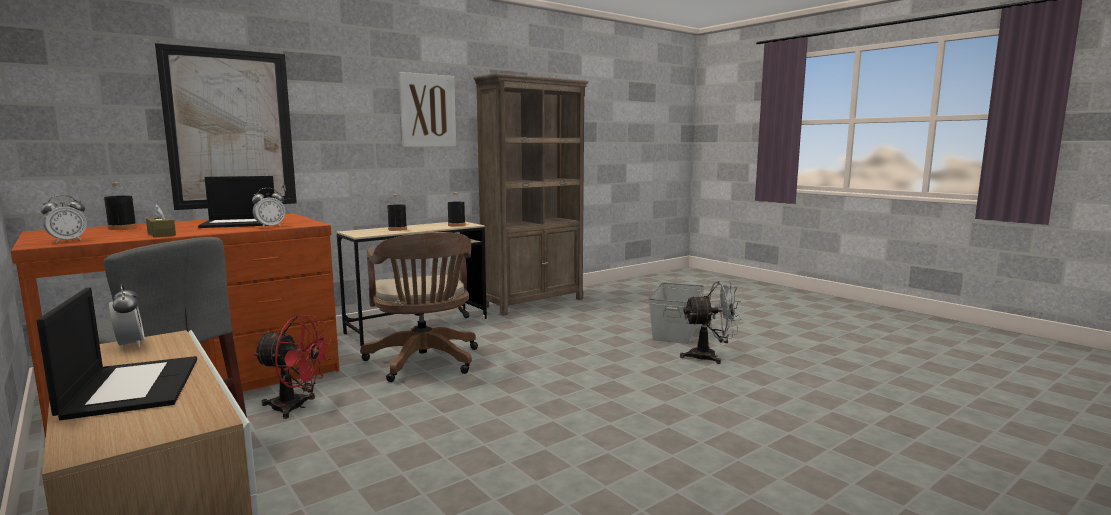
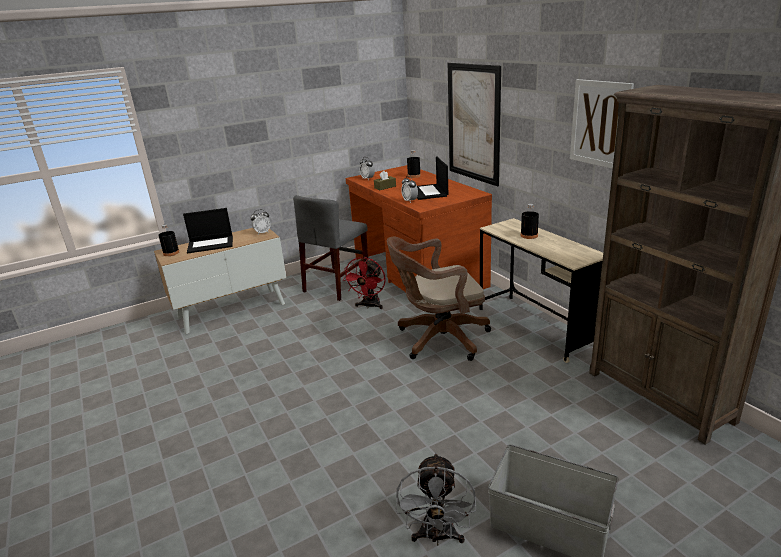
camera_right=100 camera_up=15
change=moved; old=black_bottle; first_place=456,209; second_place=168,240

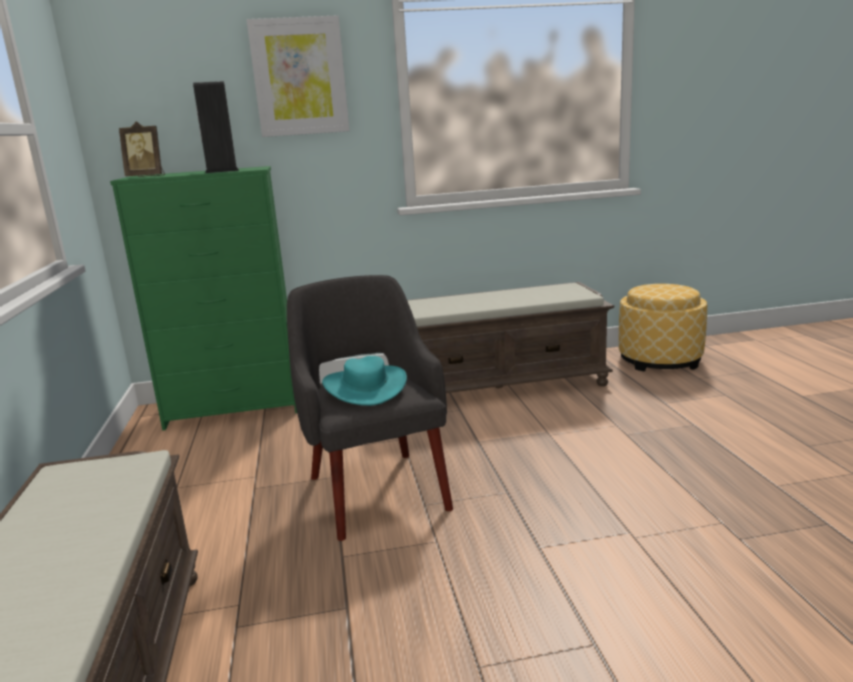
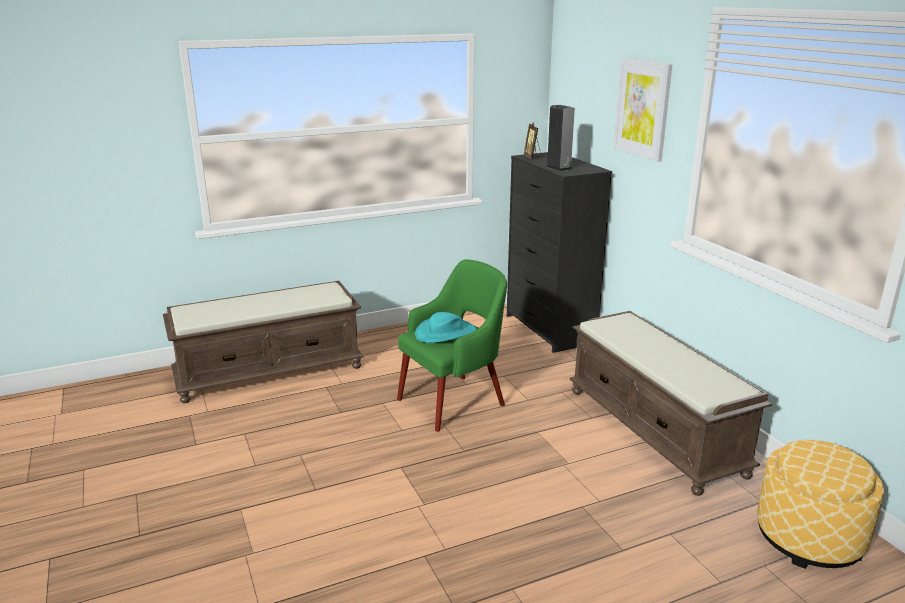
camera_right=75 camera_up=5
change=recoloured; old=grey_armchair; new=green_armchair; first_place=370,408; second_place=452,345
change=recoloured; old=green_dresser; new=black_dresser; first_place=203,298; second_place=559,252

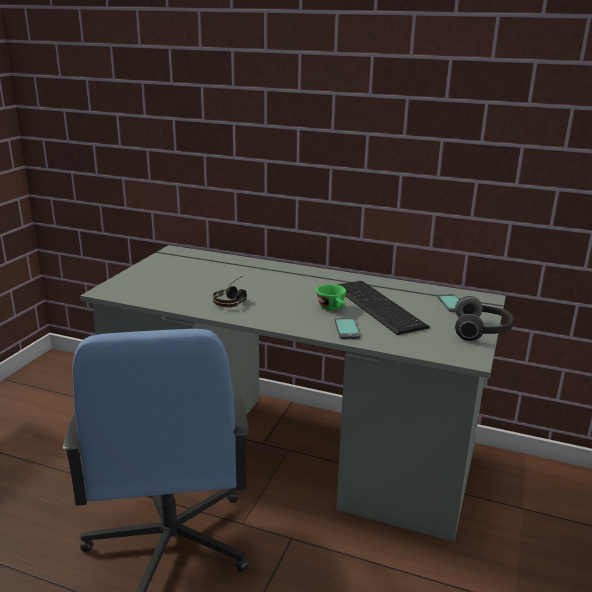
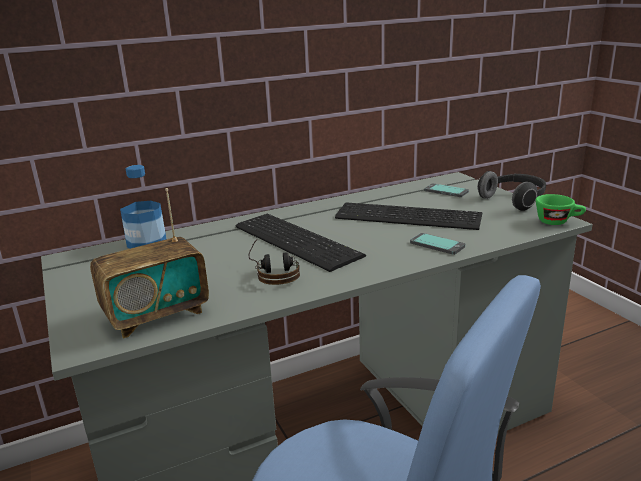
camera_right=-45 camera_up=0
change=added; new=radio; second_place=149,263
change=added; new=bottle; second_place=143,207
change=added; new=keyboard; second_place=301,243
change=moved; old=green_cup; first_place=331,297; second_place=561,209

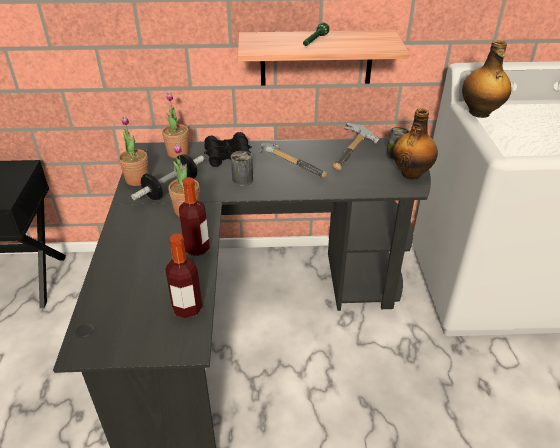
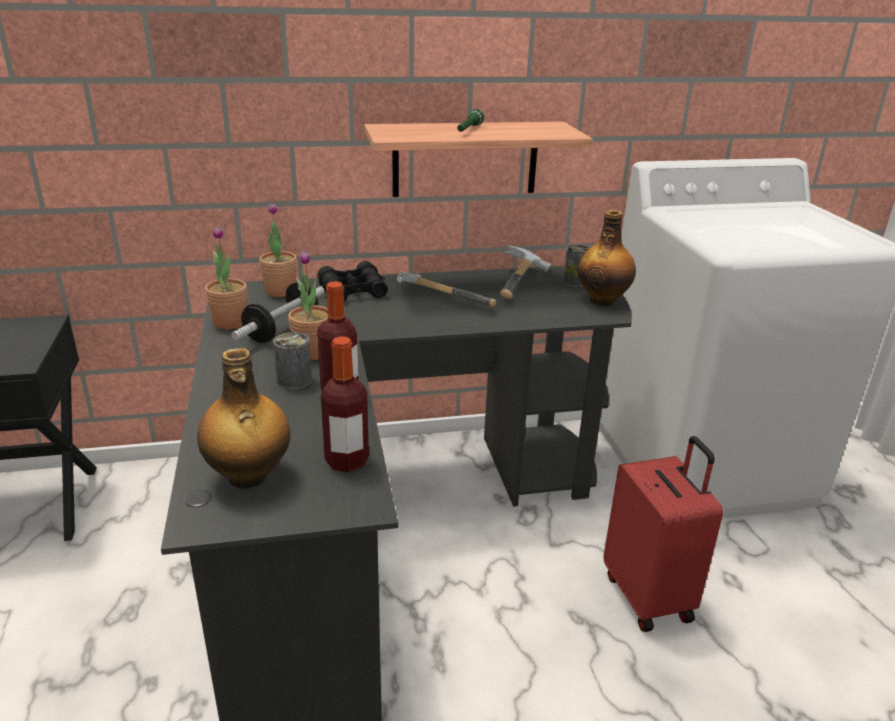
camera_right=-10 camera_up=-10
change=moved; old=bottle; first_place=486,79; second_place=243,418
change=moved; old=can; first_place=242,168; second_place=292,361
change=added; new=red_suitcase; second_place=663,534

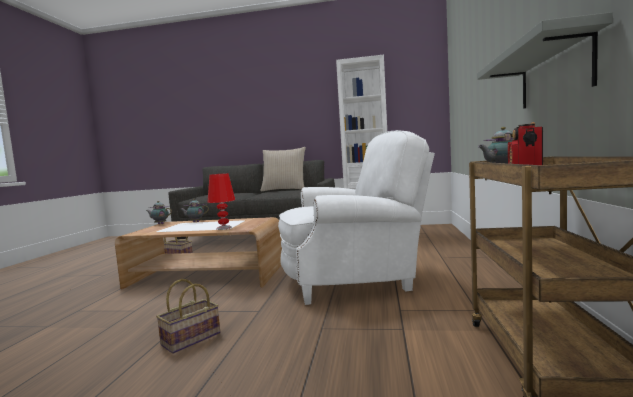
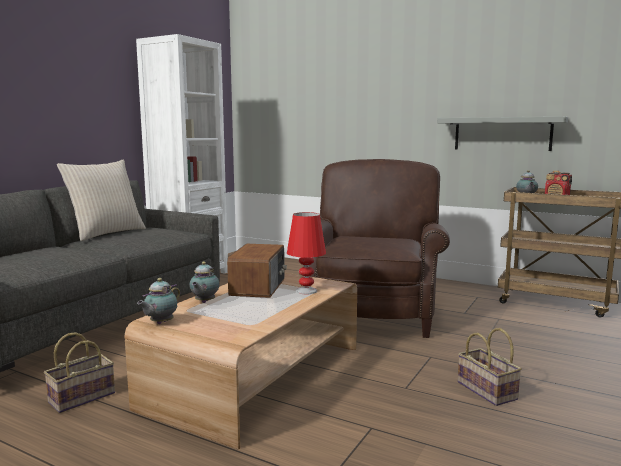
camera_right=-70 camera_up=5
change=added; new=radio; second_place=257,271
change=recoloured; old=white_armchair; new=brown_armchair; first_place=356,217; second_place=379,248

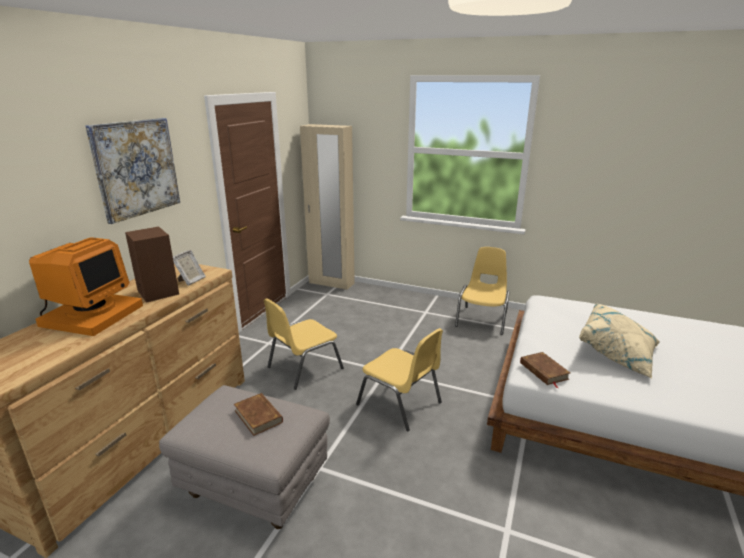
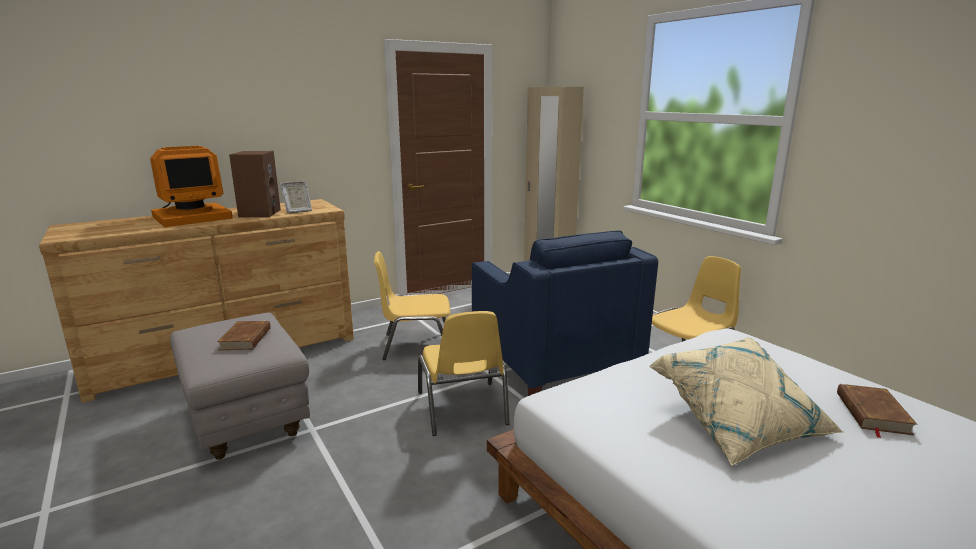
camera_right=35 camera_up=-5
change=added; new=blue_armchair; second_place=565,313
change=moved; old=brown_book; first_place=545,370; second_place=877,411
change=removed; old=picture; first_place=132,171

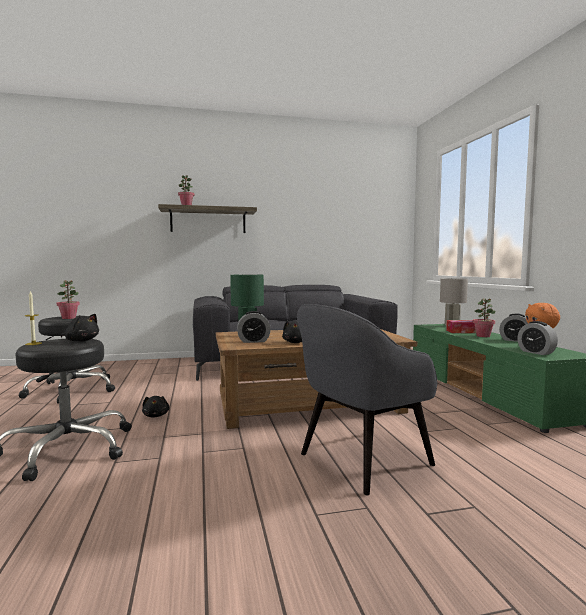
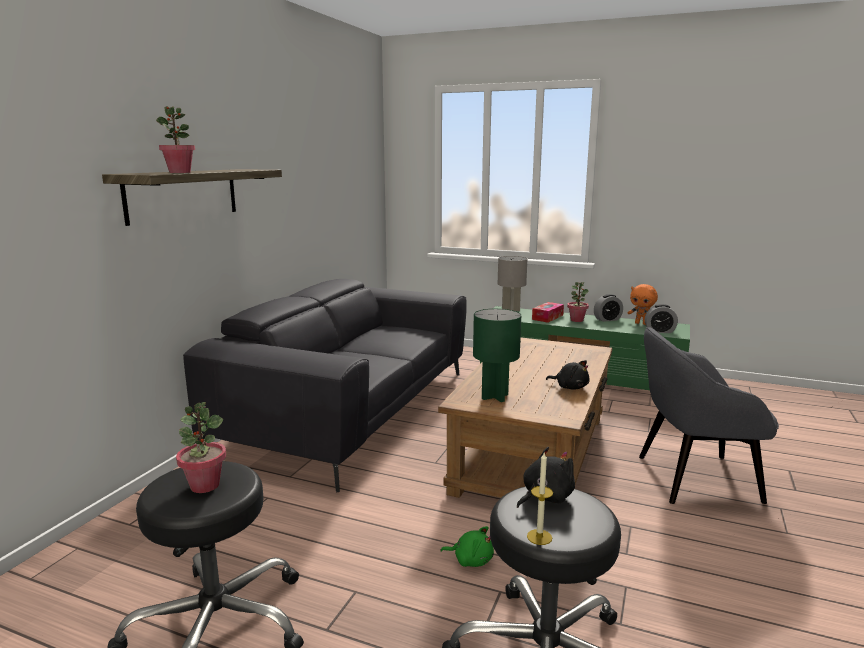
camera_right=-55 camera_up=10
change=recoloured; old=black_plush_toy; new=green_plush_toy; first_place=156,407; second_place=467,546
change=turned; old=grey_armchair; first_place=367,399; second_place=709,415; degrees=90
change=removed; old=alarm_clock; first_place=254,327

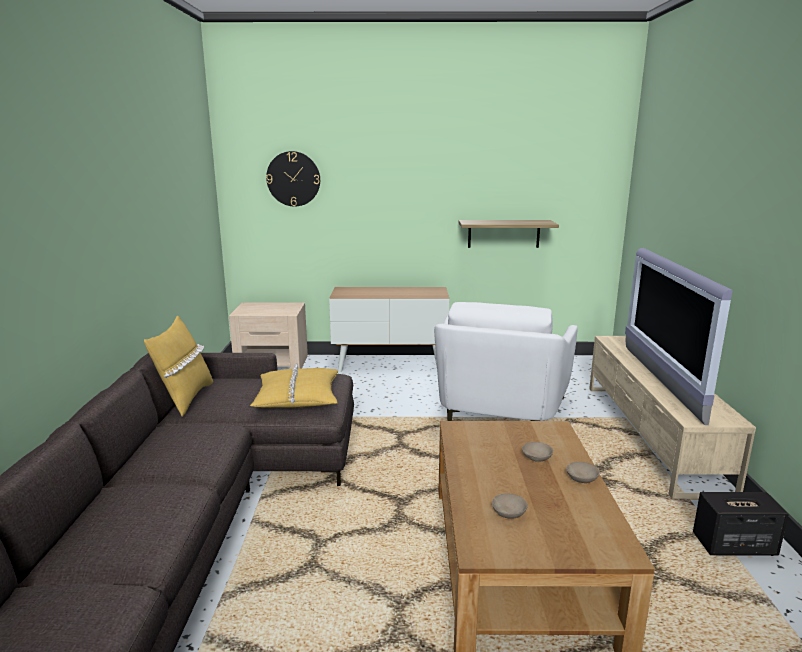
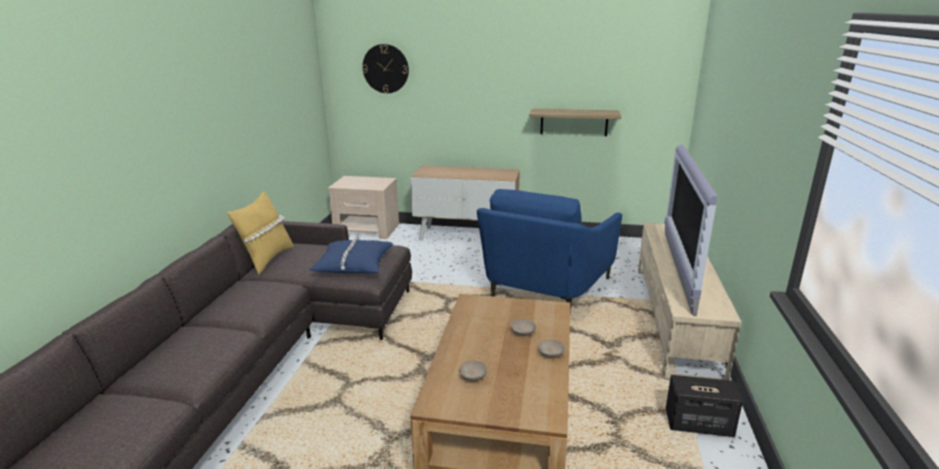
camera_right=10 camera_up=5
change=recoloured; old=yellow_pillow; new=blue_pillow; first_place=294,385; second_place=351,254
change=recoloured; old=white_armchair; new=blue_armchair; first_place=506,361; second_place=549,250

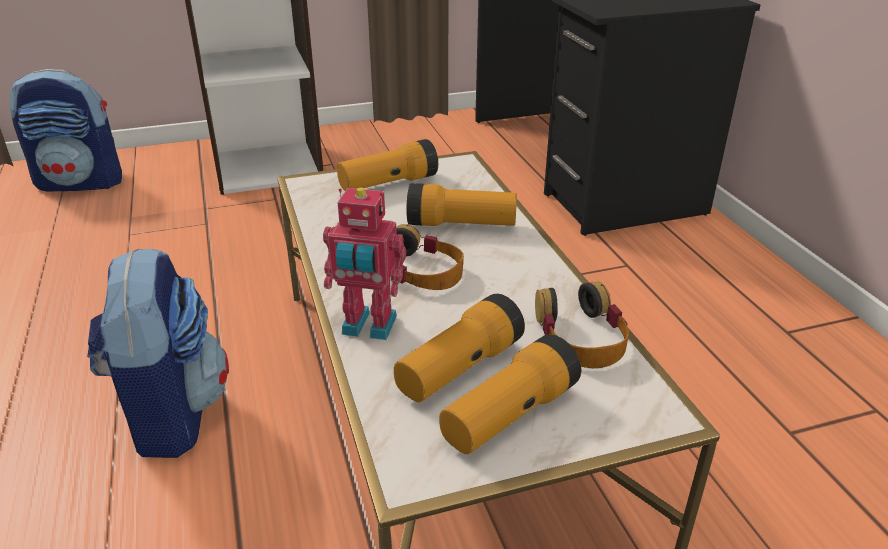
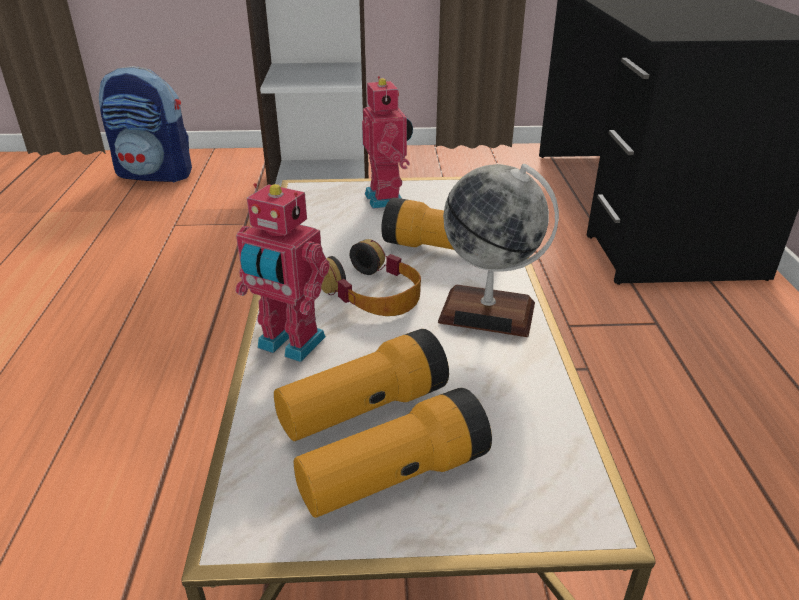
camera_right=15 camera_up=0
change=replaced; old=flashlight; new=toy_robot; first_place=387,165; second_place=387,142
change=added; new=globe; second_place=498,250
change=removed; old=backpack; first_place=158,353
change=removed; old=headphones; first_place=582,324

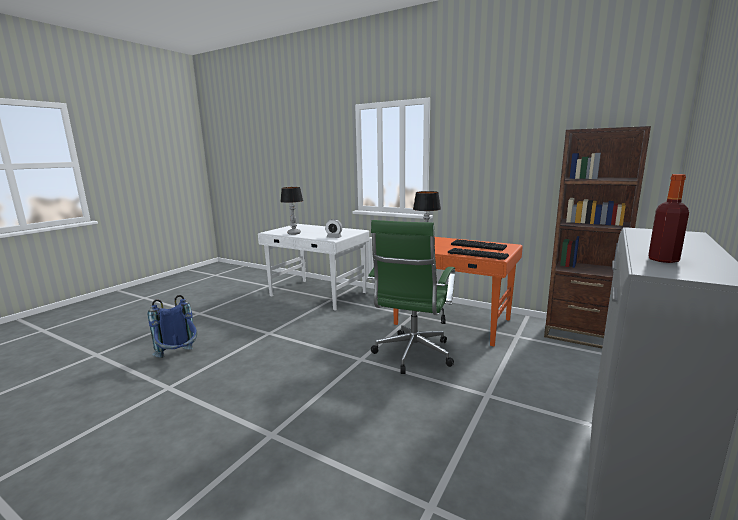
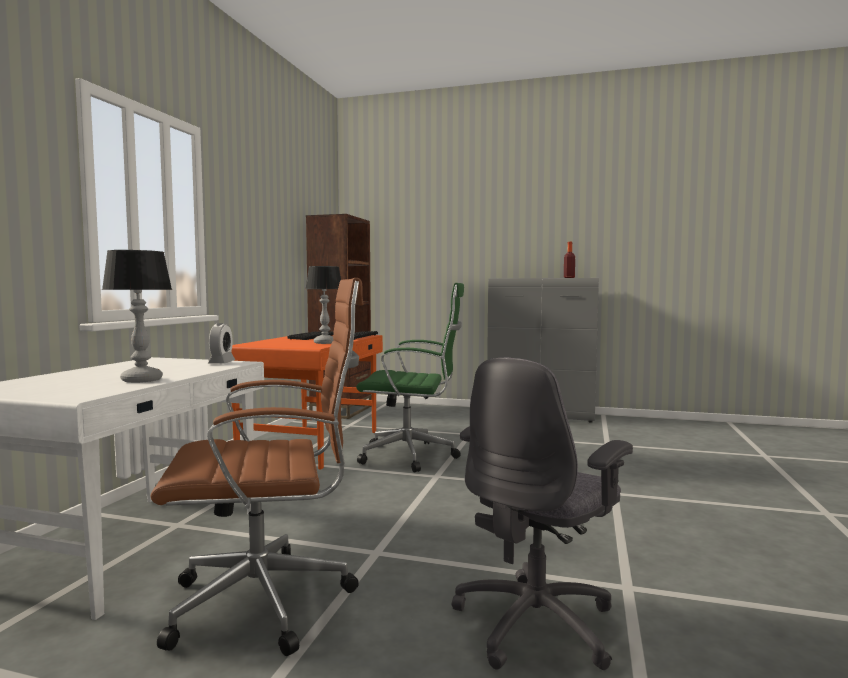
camera_right=-105 camera_up=-10
change=added; new=brown_office_chair; second_place=257,467
change=replaced; old=blue_backpack; new=grey_office_chair; first_place=172,326; second_place=542,514

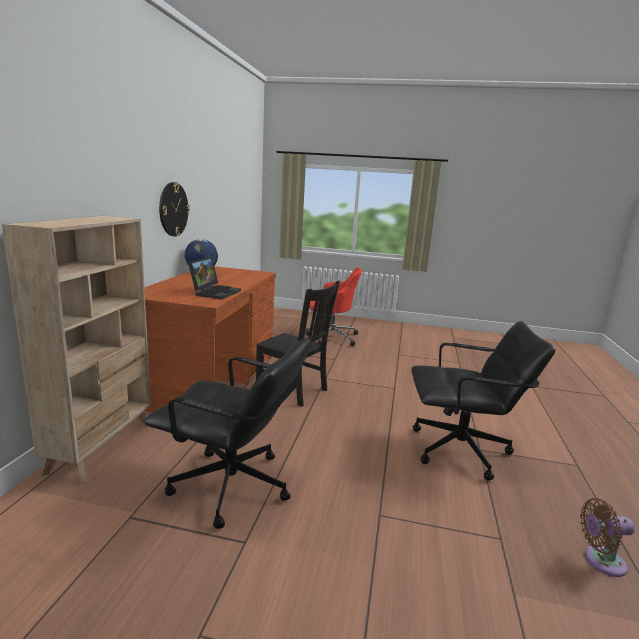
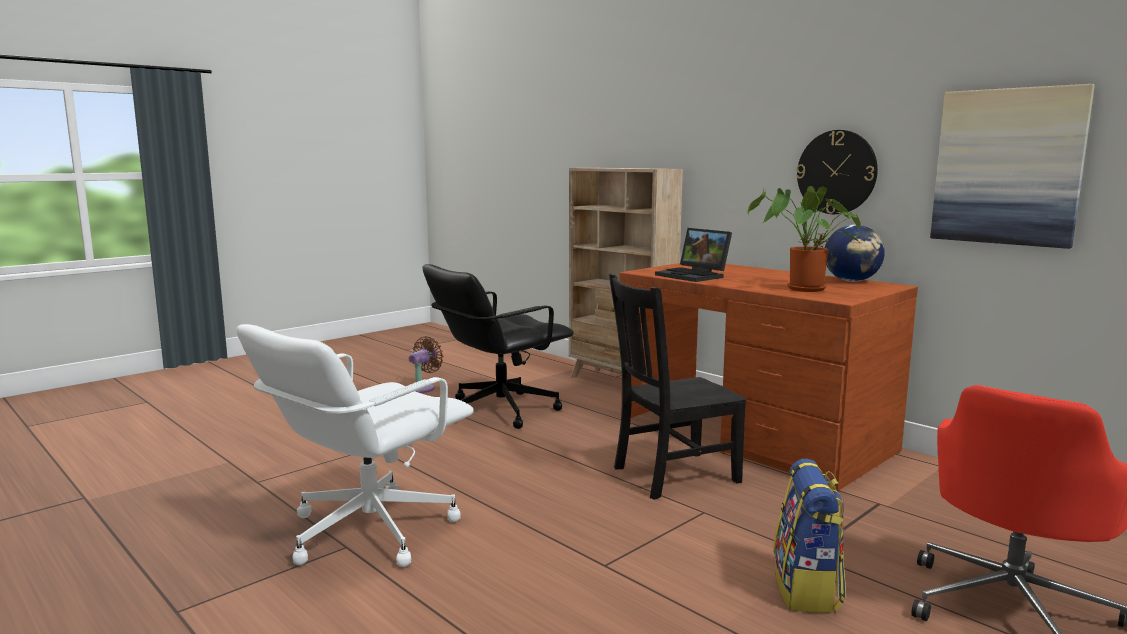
camera_right=125 camera_up=-5
change=recoloured; old=black_office_chair; new=white_office_chair; first_place=483,401; second_place=355,445
change=moved; old=brown_fan; first_place=607,537; second_place=426,364
change=added; new=potted_plant; second_place=804,239
change=added; new=backpack; second_place=809,536
change=added; new=picture; second_place=1012,166

